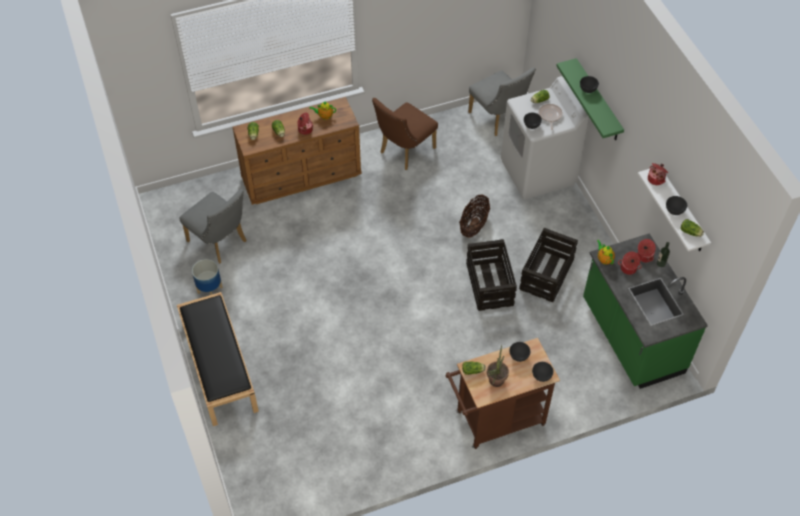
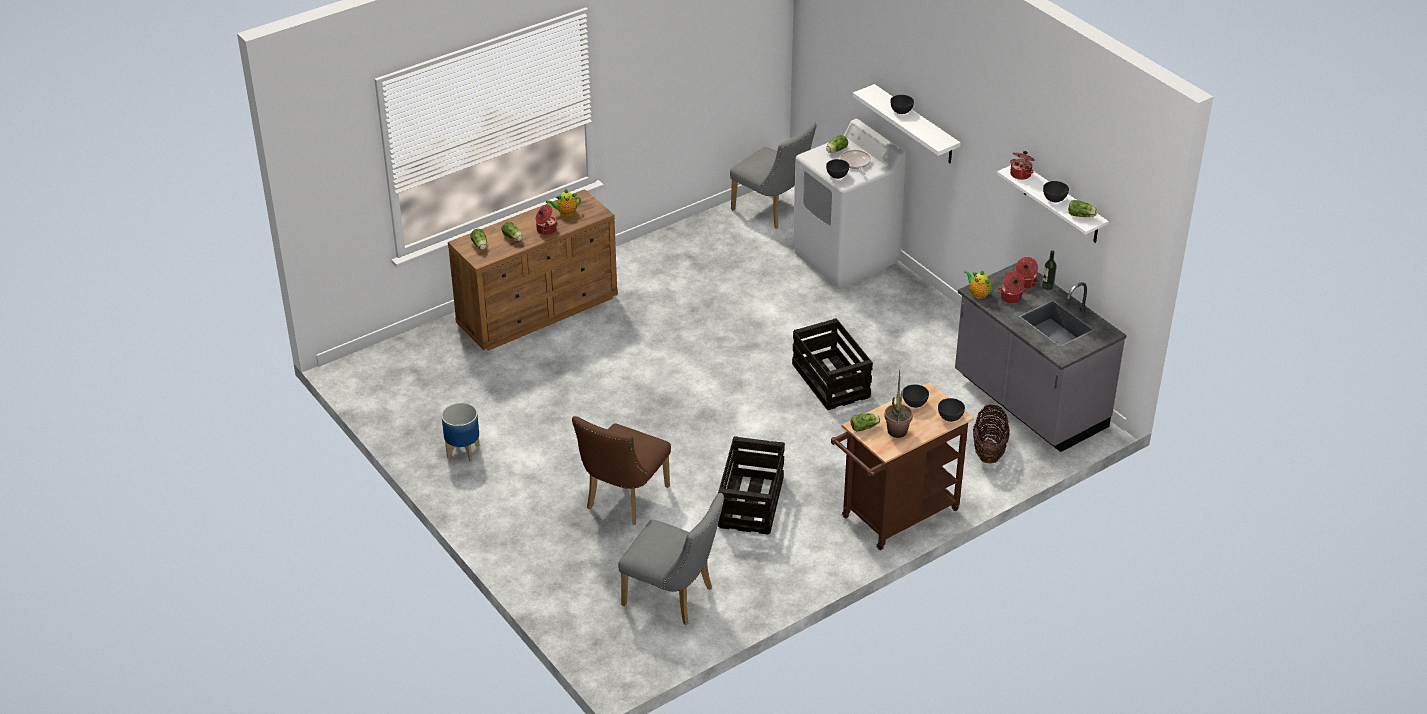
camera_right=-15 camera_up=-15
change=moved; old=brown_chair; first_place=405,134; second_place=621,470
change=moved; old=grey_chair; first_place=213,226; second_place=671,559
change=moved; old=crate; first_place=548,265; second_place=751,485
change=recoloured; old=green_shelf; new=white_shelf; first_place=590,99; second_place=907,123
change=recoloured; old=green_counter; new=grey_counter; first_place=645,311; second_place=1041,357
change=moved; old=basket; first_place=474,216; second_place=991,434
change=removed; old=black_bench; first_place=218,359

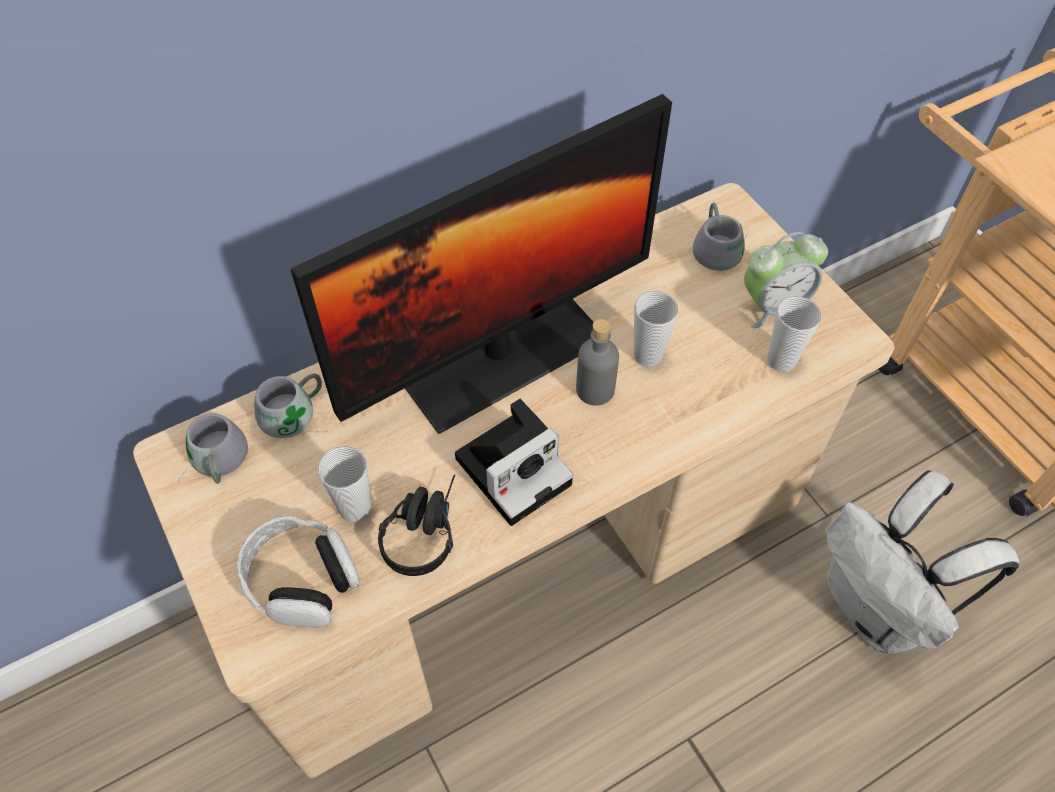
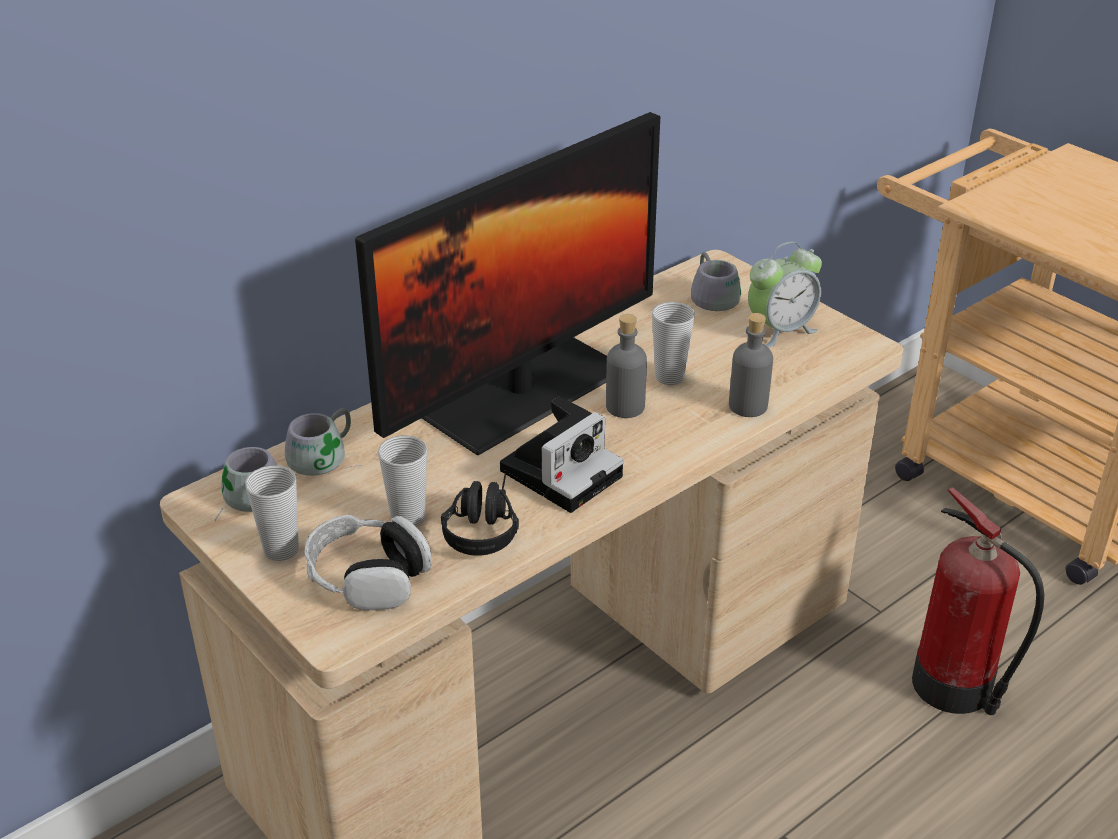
camera_right=-10 camera_up=-20
change=moved; old=cup; first_place=794,334; second_place=272,513
change=added; new=grey_bottle; second_place=751,365
change=replaced; old=white_backpack; new=fire_extinguisher; first_place=922,561; second_place=978,601

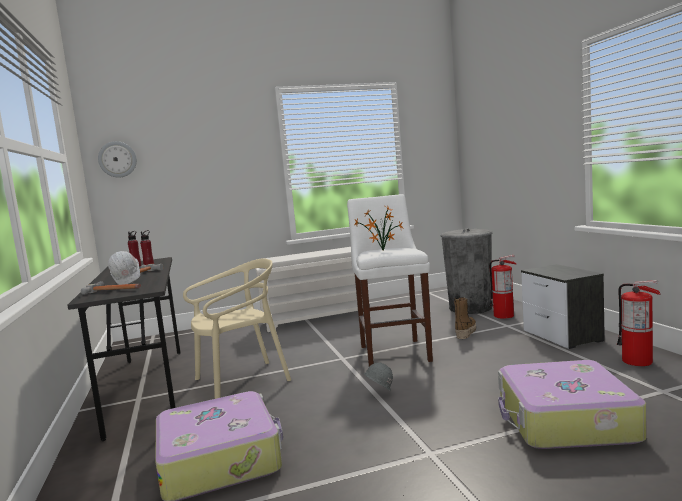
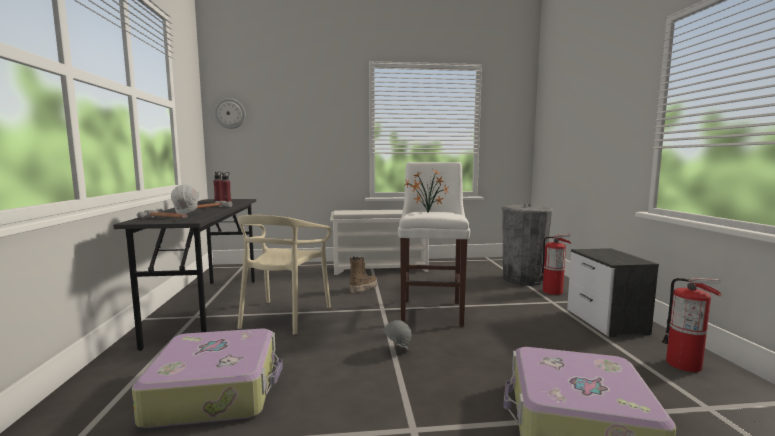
camera_right=10 camera_up=0
change=turned; old=beige_chair; first_place=237,328; second_place=284,275; degrees=120
change=moved; old=boot; first_place=465,318; second_place=363,275

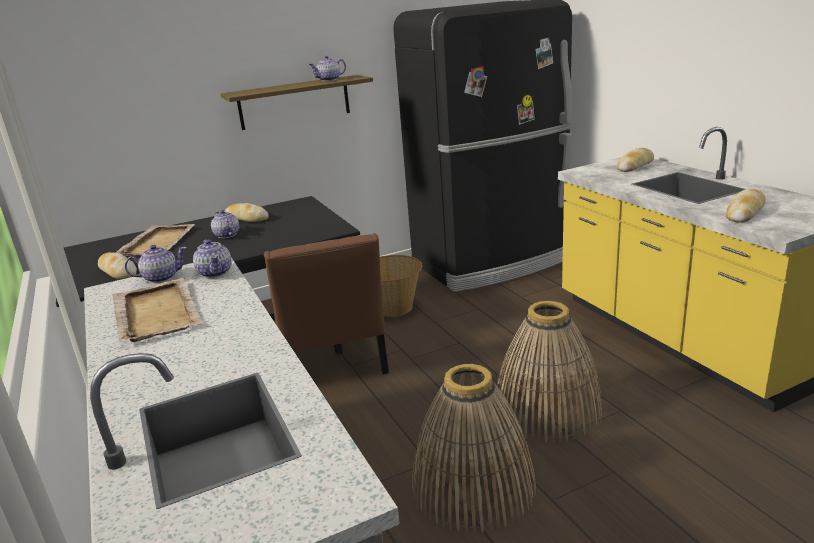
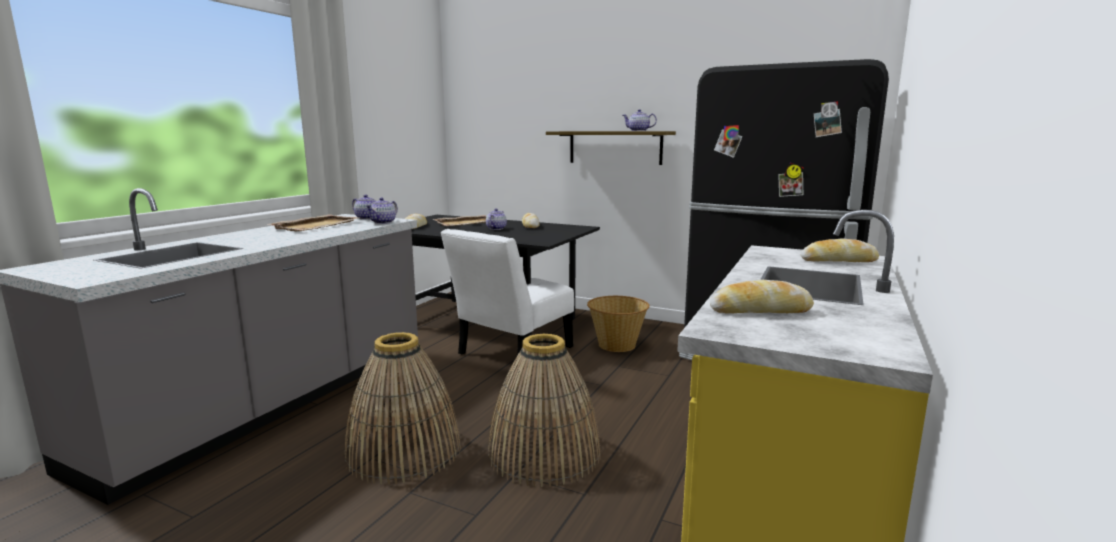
camera_right=50 camera_up=-10
change=recoloured; old=brown_chair; new=white_chair; first_place=326,304; second_place=507,298

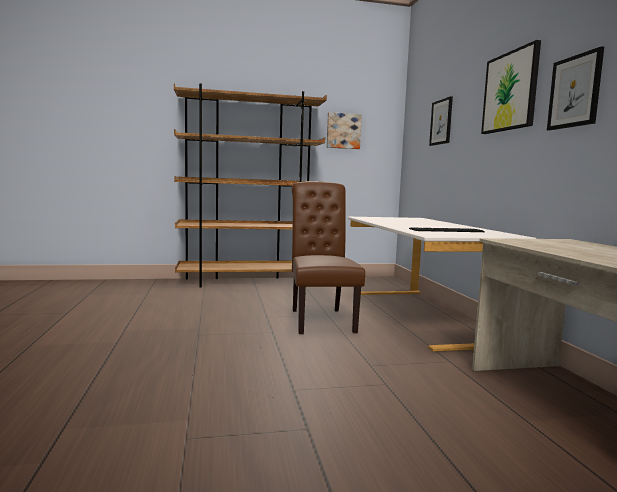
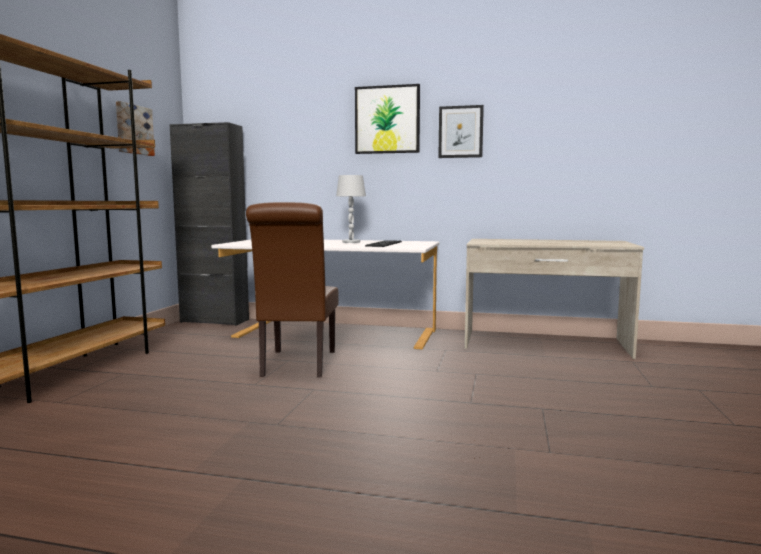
camera_right=-65 camera_up=0
change=added; new=black_cabinet; second_place=209,224
change=turned; old=brown_chair; first_place=328,258; second_place=292,289; degrees=-105
change=added; new=white_table_lamp; second_place=351,209
change=removed; old=picture; first_place=441,121

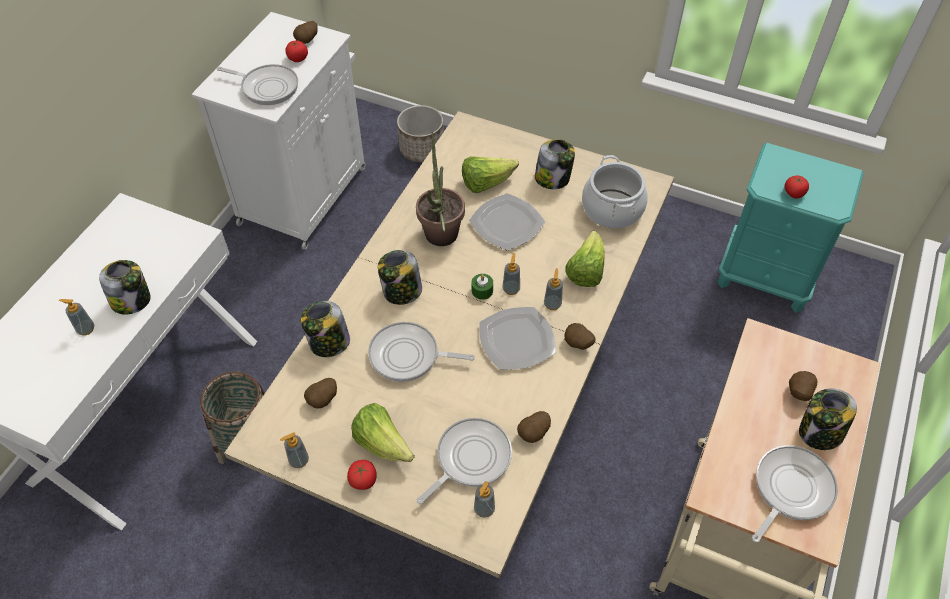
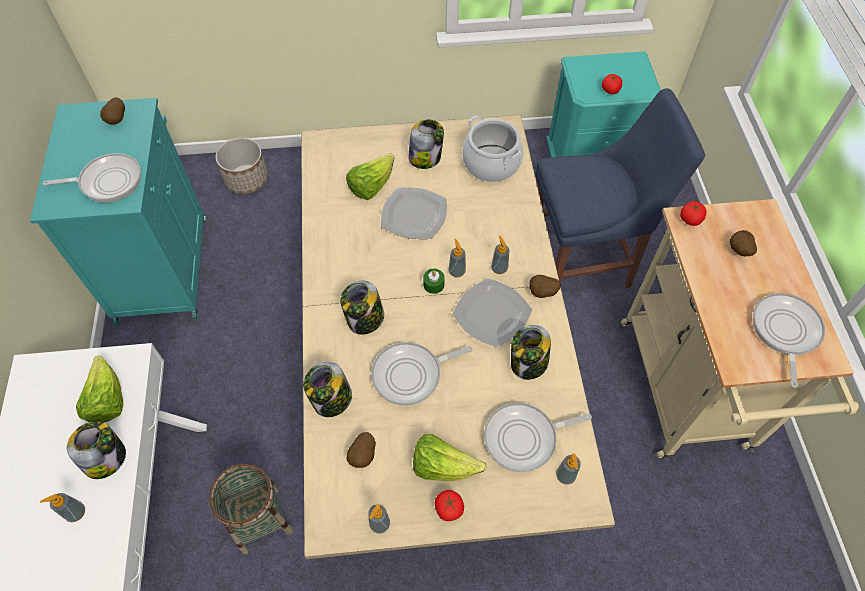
camera_right=-30 camera_up=5
change=recoloured; old=white_cabinet; new=turquoise_cabinet; first_place=279,131; second_place=117,212
change=moved; old=lettuce; first_place=585,259; second_place=99,389
change=turned; old=frying_pan; first_place=464,461; second_place=538,437; degrees=-120
change=moved; old=jar; first_place=828,419; second_place=531,352
change=added; new=blue_chair; second_place=620,188
change=moved; old=tomato; first_place=297,51; second_place=693,213
change=removed; old=potted_plant; first_place=440,189
change=removed; old=potato; first_place=534,427

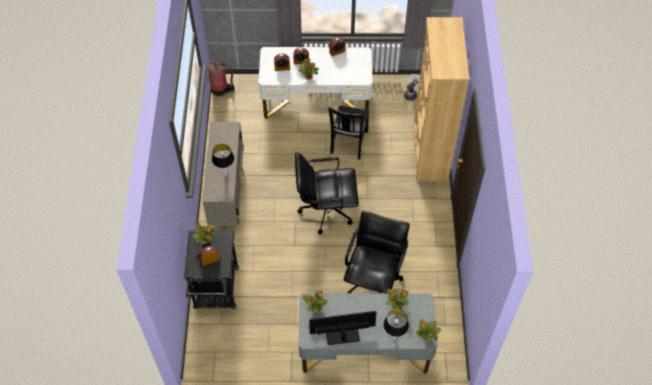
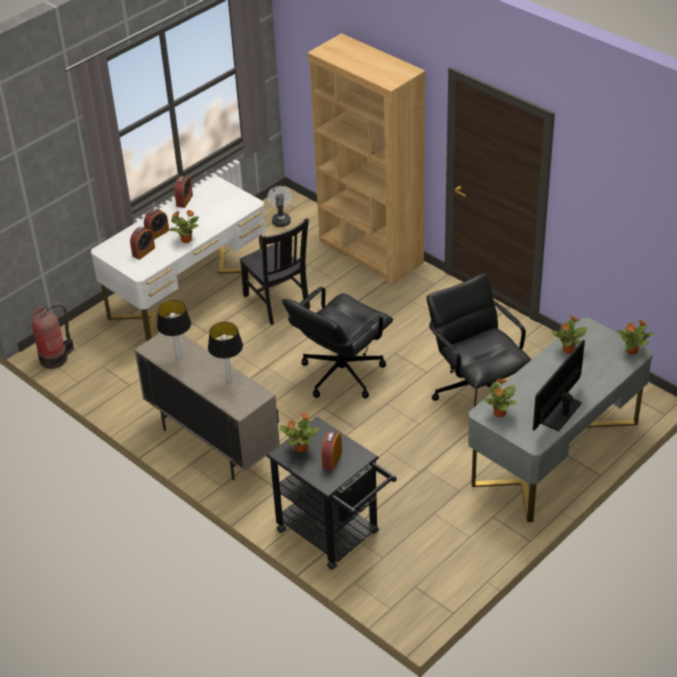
camera_right=-45 camera_up=-15
change=moved; old=table_lamp; first_place=396,324; second_place=174,330

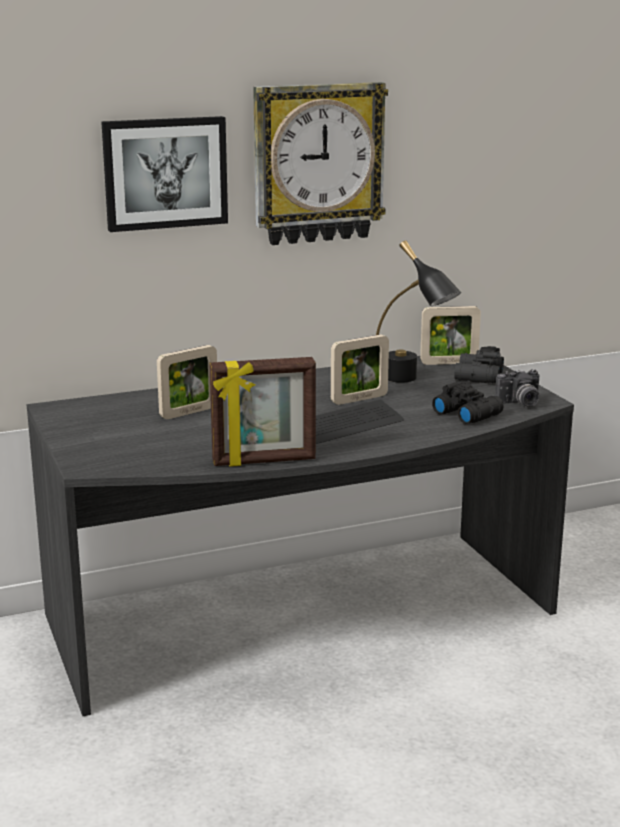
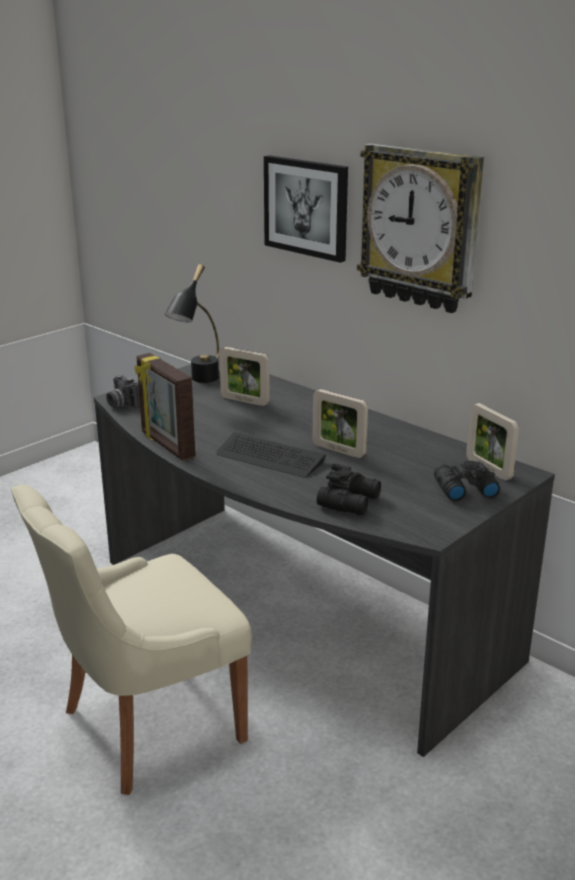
camera_right=65 camera_up=5
change=added; new=beige_chair; second_place=131,639
change=moved; old=photo_camera; first_place=517,388; second_place=123,391
change=moved; old=black_table_lamp; first_place=418,311; second_place=191,323

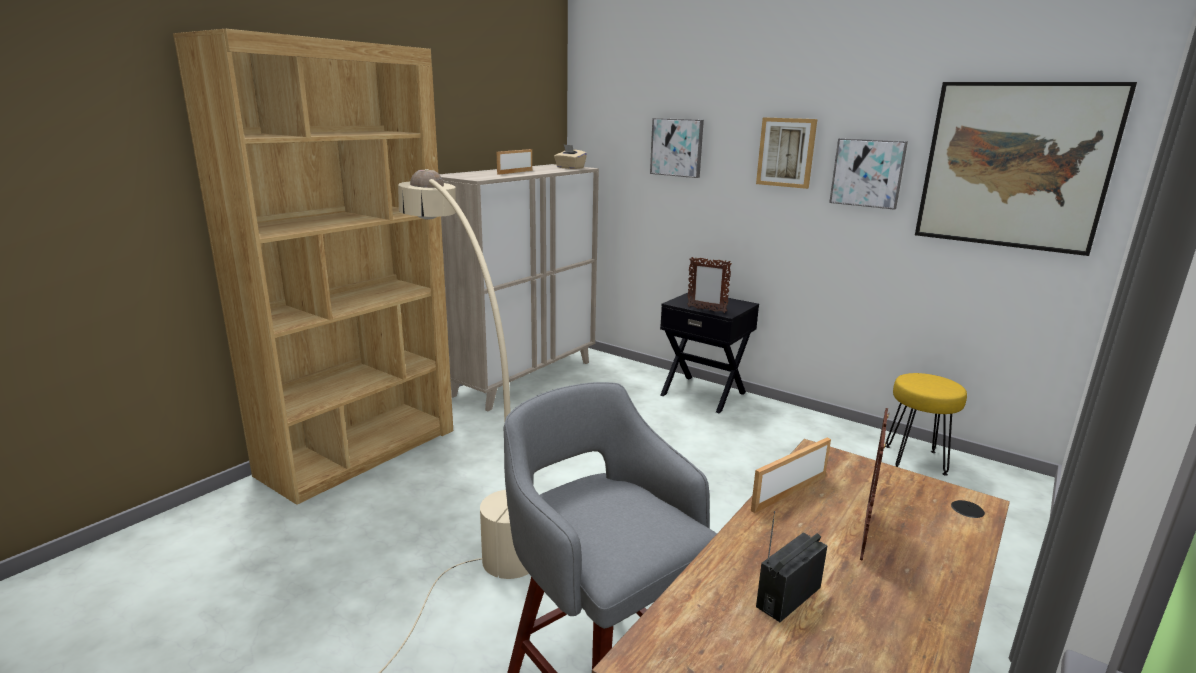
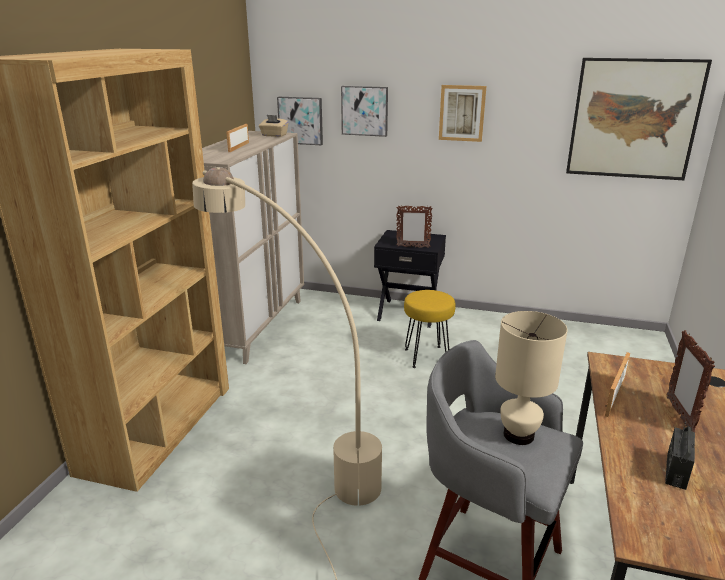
camera_right=-20 camera_up=5
change=moved; old=picture; first_place=868,174; second_place=300,121
change=moved; old=yellow_stool; first_place=926,424; second_place=429,329
change=added; new=beige_table_lamp; second_place=531,378

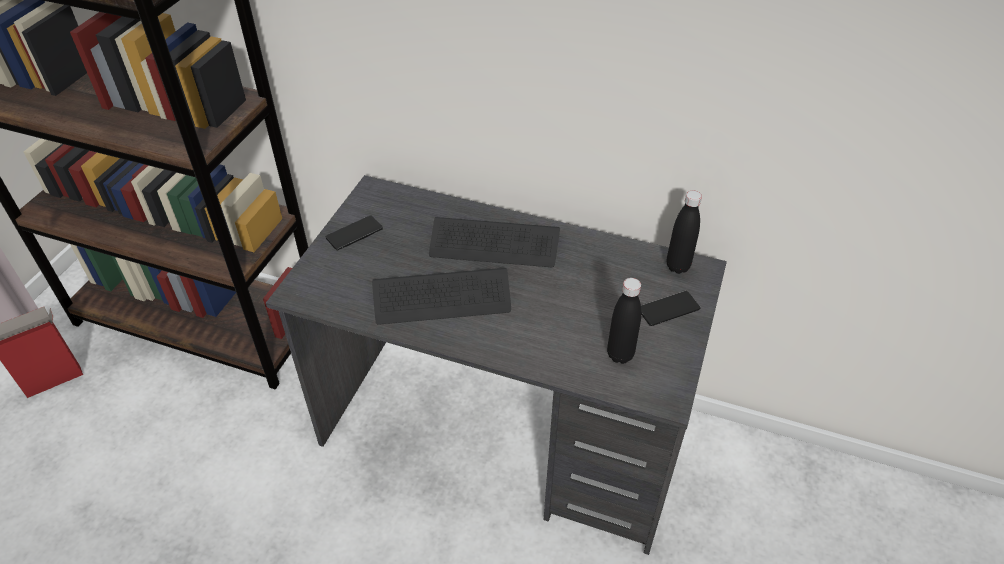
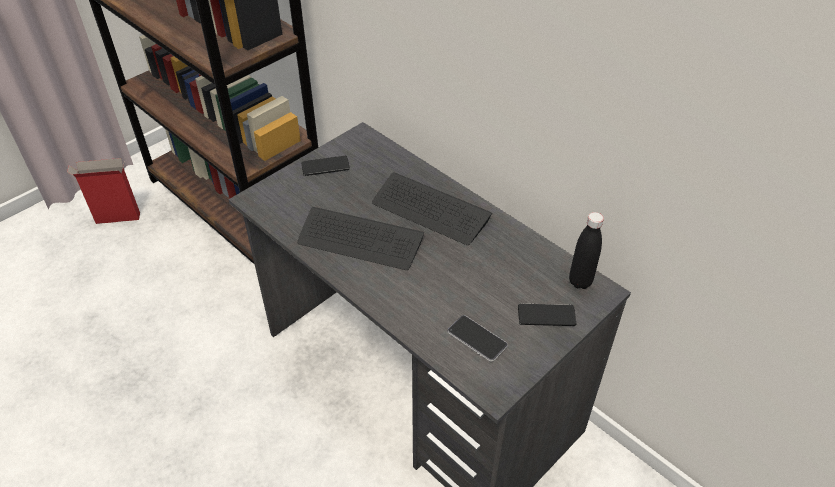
camera_right=25 camera_up=0
change=replaced; old=black_bottle; new=phone; first_place=624,321; second_place=477,338

